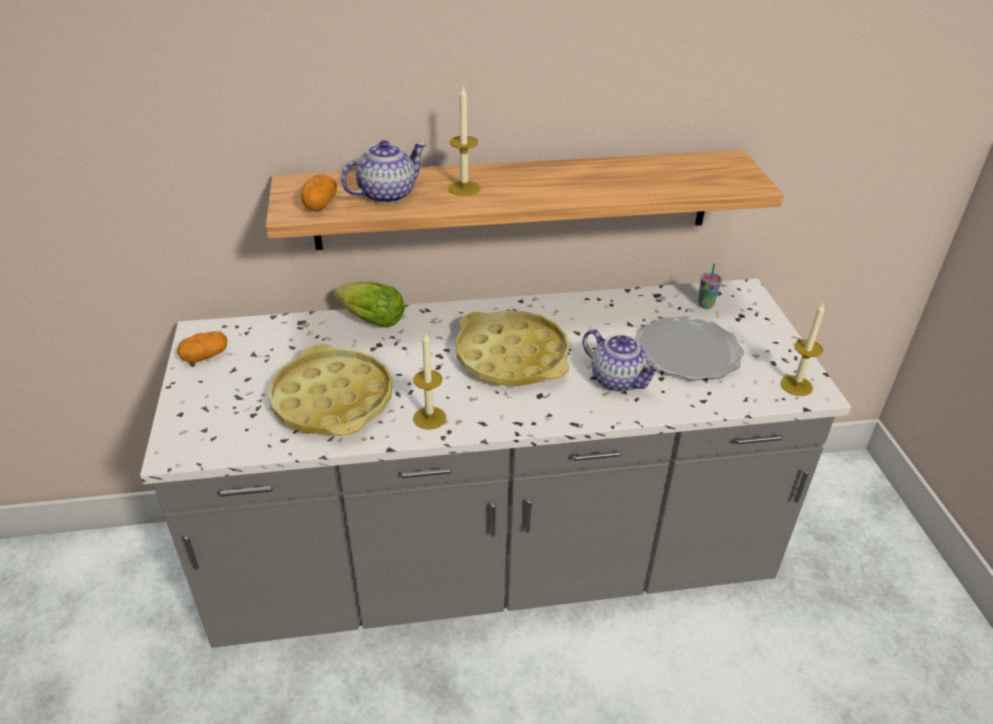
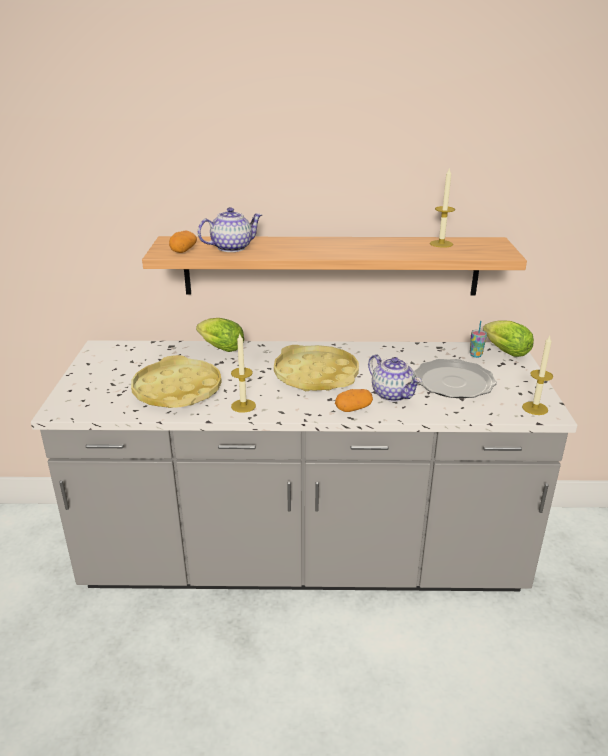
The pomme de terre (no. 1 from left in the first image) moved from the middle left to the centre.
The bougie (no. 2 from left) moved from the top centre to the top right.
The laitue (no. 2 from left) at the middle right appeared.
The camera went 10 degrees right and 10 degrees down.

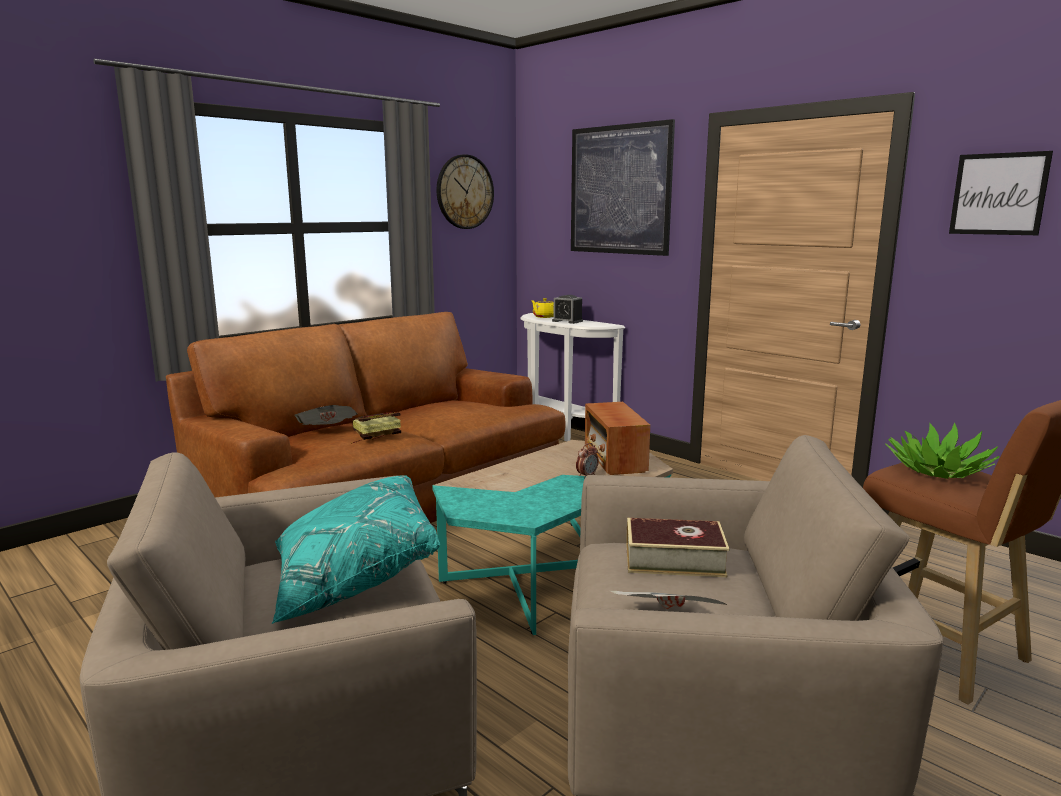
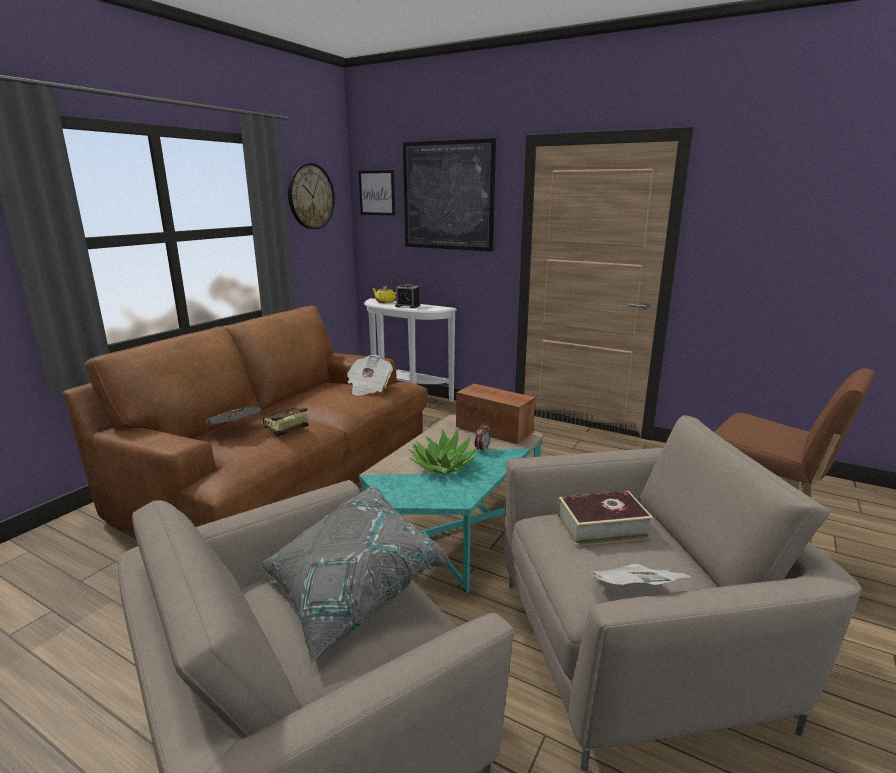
The coussin [turquoise] at the bottom centre became the coussin [gris] at the bottom centre.
The radio at the centre turned 150 degrees clockwise.
The plante en pot moved from the middle right to the centre.
The tableau (no. 2 from left in the first image) moved from the top right to the top centre.
The journal (no. 2 from left) at the centre appeared.
The camera went 15 degrees left and 5 degrees up.

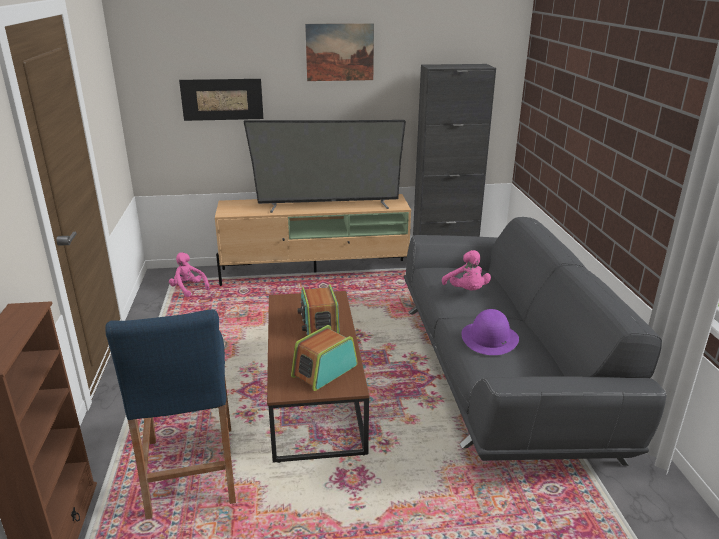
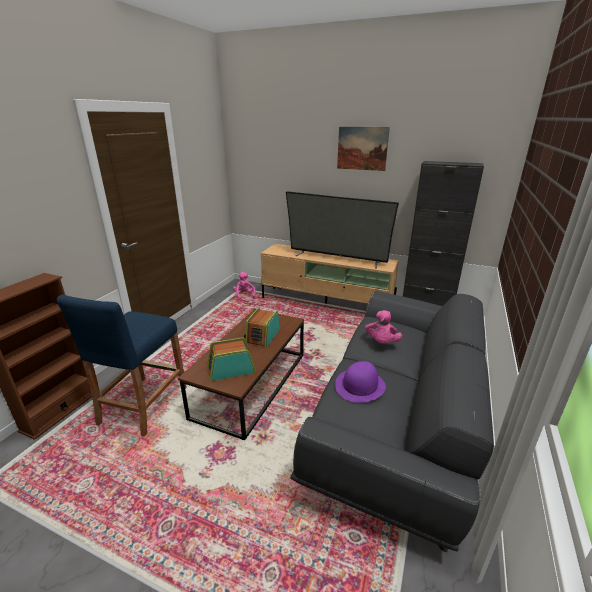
The tableau (no. 1 from left) at the top left disappeared.
The camera went 30 degrees right and 0 degrees up.

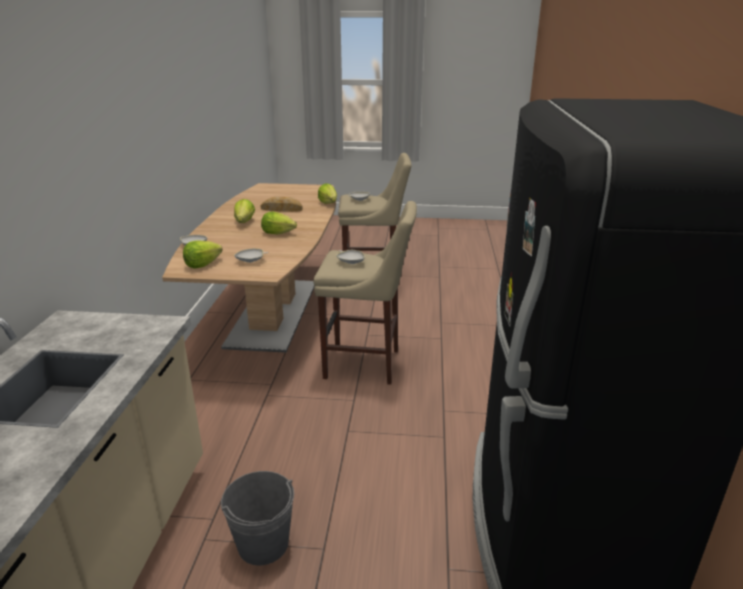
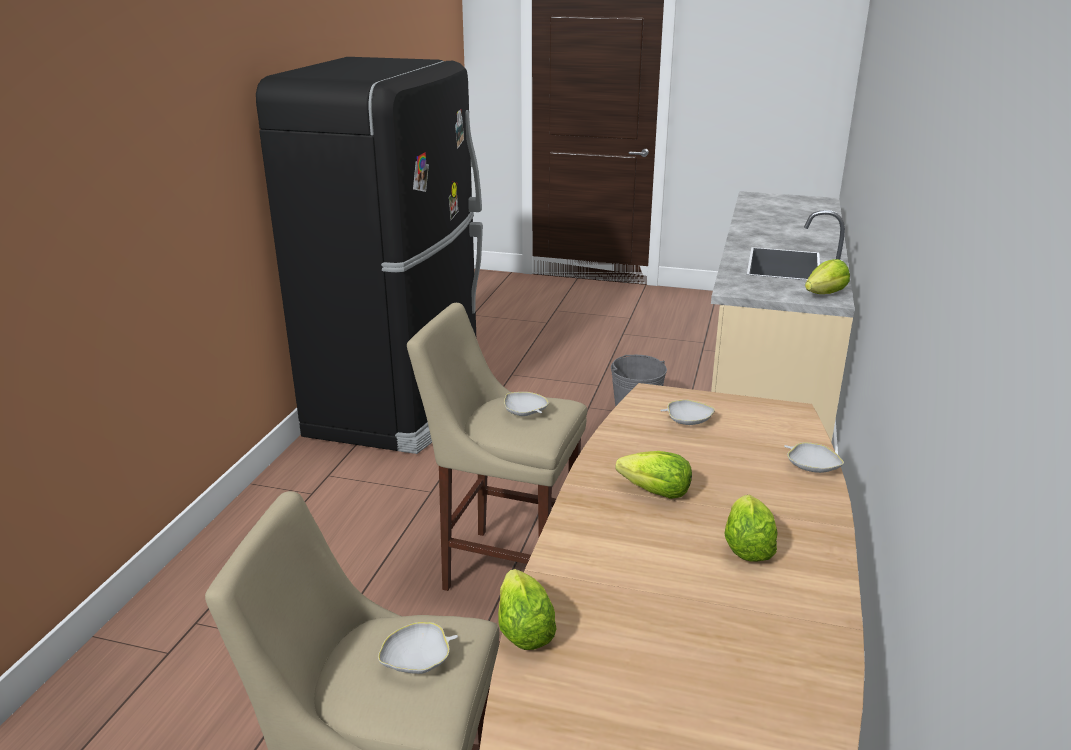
The laitue (no. 1 from left in the first image) moved from the middle left to the middle right.
The pain at the centre disappeared.
The camera went 170 degrees left and 0 degrees up.

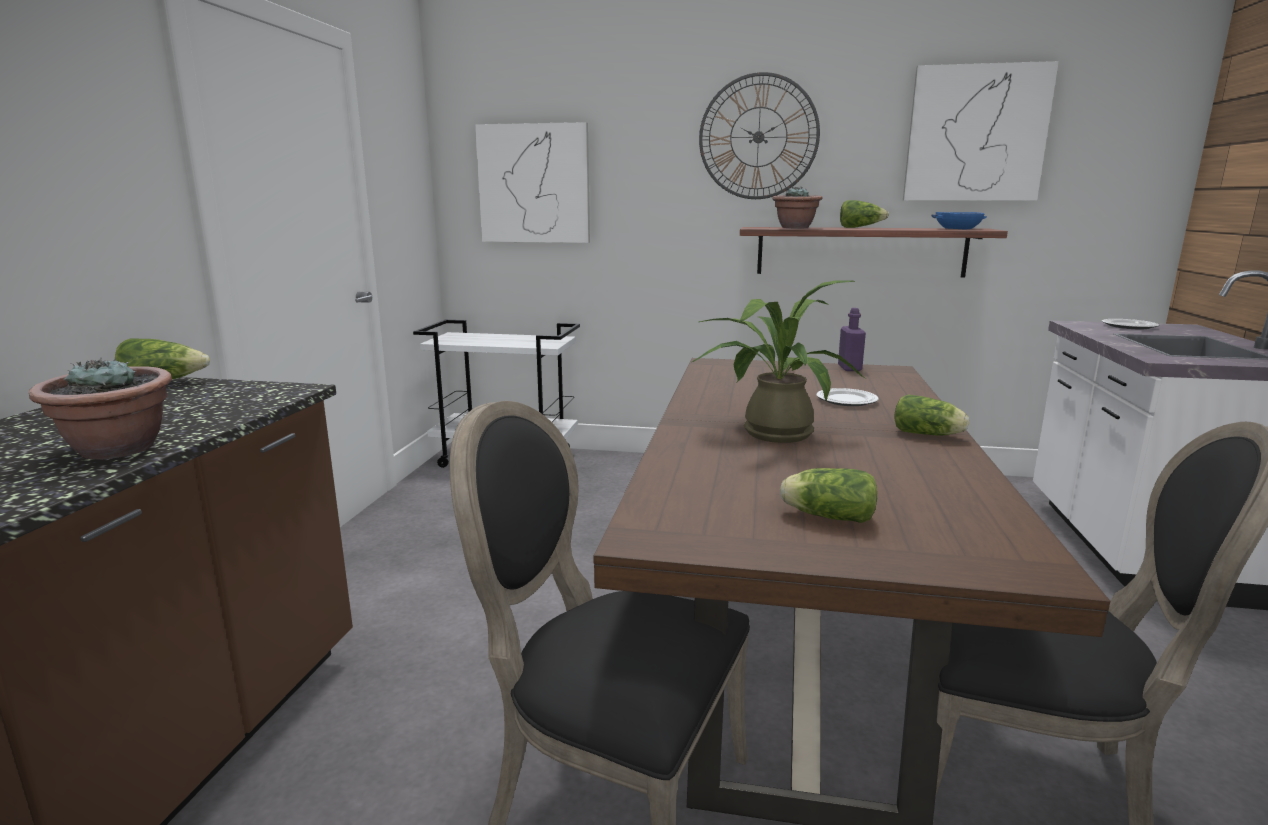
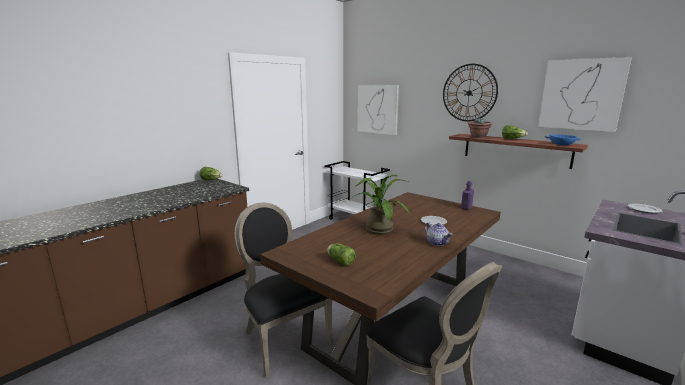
The plante en pot (no. 1 from left) at the middle left disappeared.
The laitue (no. 4 from left) at the middle right was replaced by the théière at the centre.
The camera went 30 degrees right and 0 degrees up.

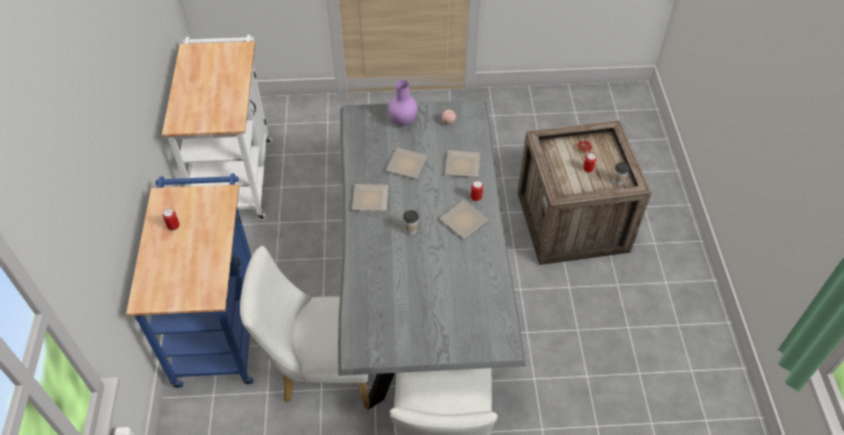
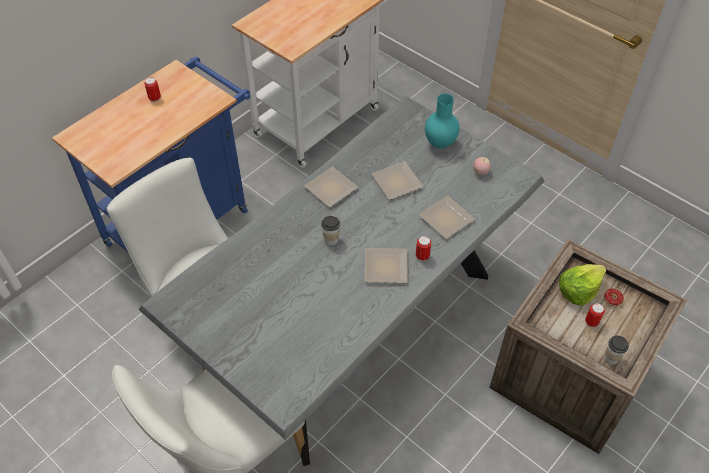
The vase [violet] at the top centre became the vase [turquoise] at the top centre.
The laitue at the middle right appeared.
The camera went 45 degrees right and 0 degrees up.

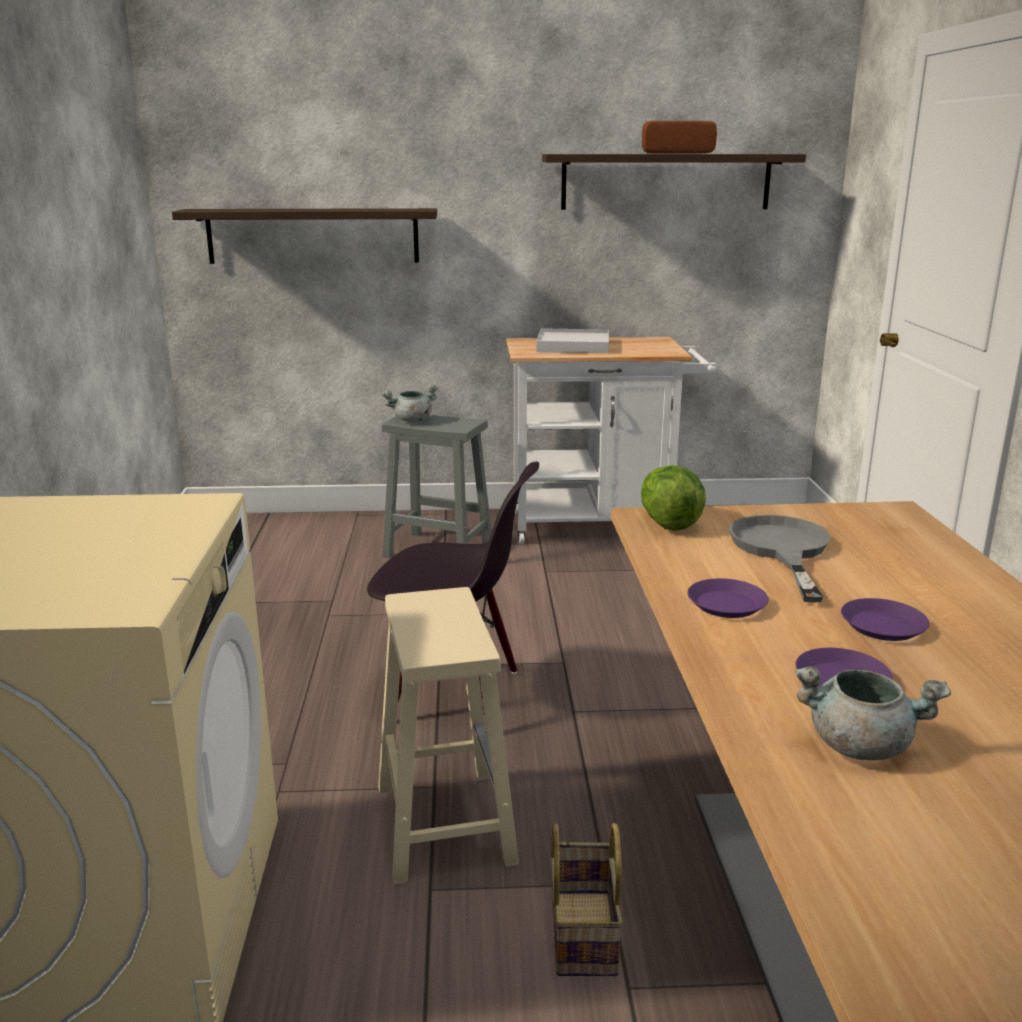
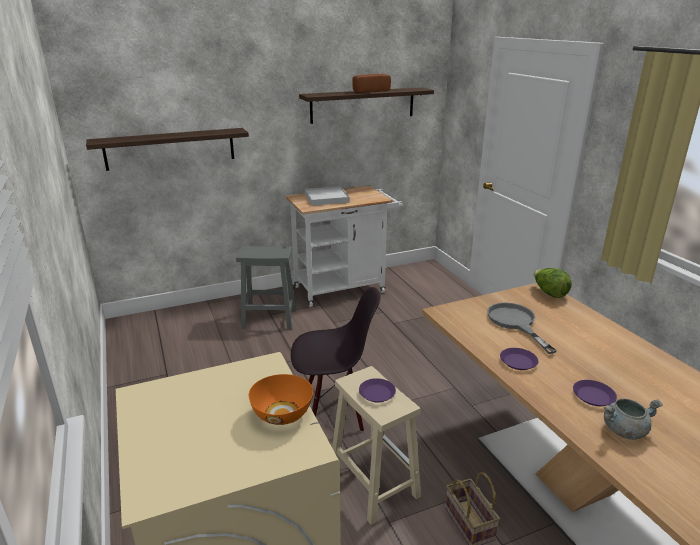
The marmite [gris] (no. 1 from left) at the centre disappeared.
The laitue moved from the centre to the middle right.
The assiette [violet] (no. 3 from left in the first image) moved from the middle right to the bottom centre.
The bol [orange] at the bottom centre appeared.
The camera went 20 degrees left and 5 degrees up.

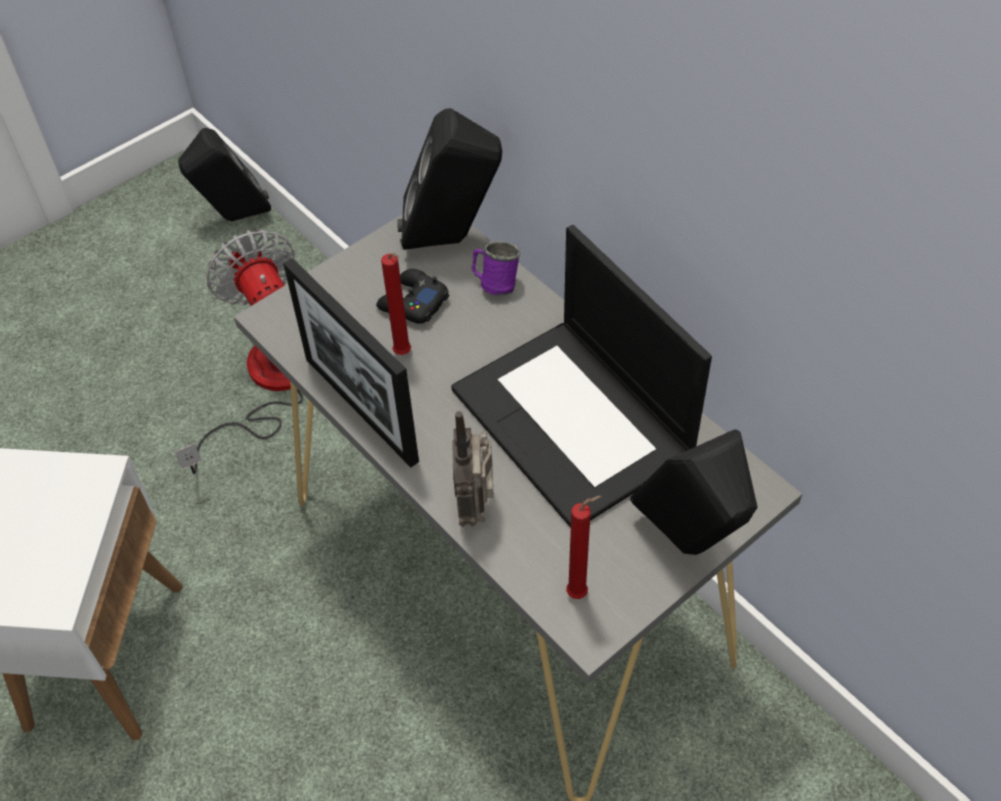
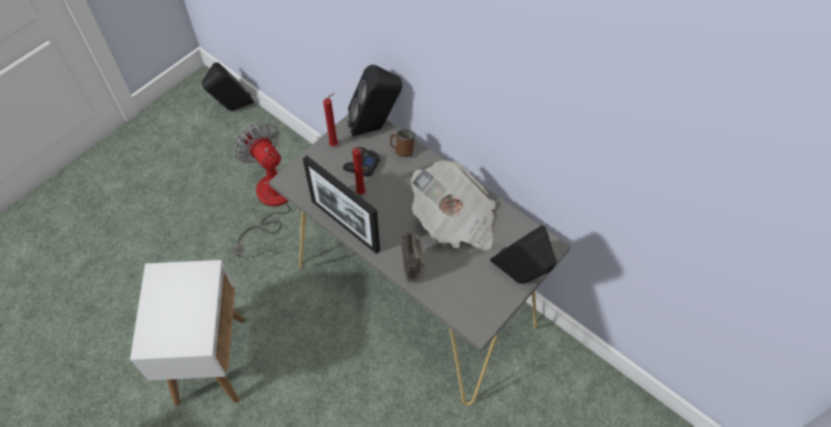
The ordinateur portable at the centre was replaced by the journal at the centre.
The mug [violet] at the centre became the mug [marron] at the centre.
The bougie [rouge] (no. 2 from left in the first image) moved from the bottom centre to the top centre.
The camera went 10 degrees left and 5 degrees up.

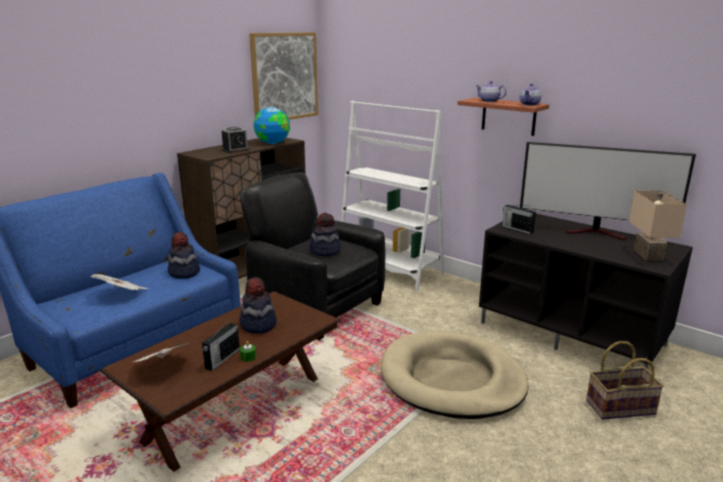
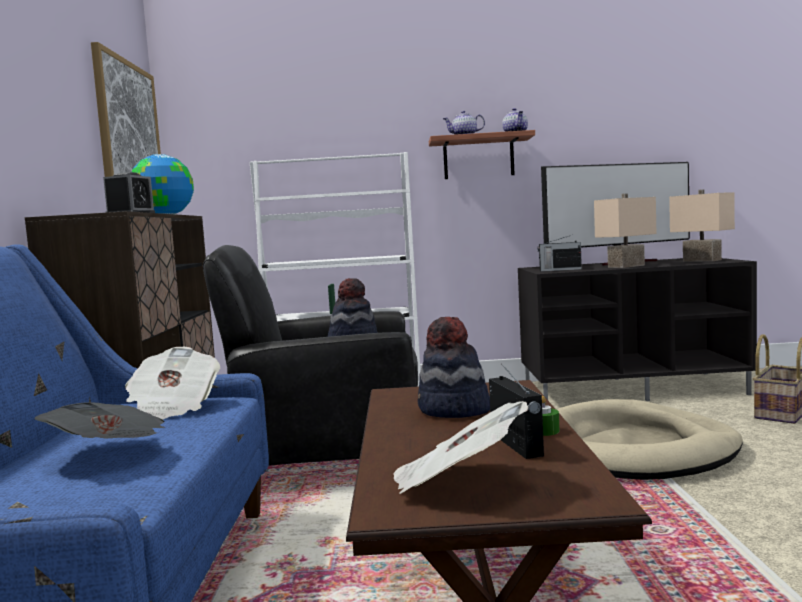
The chapeau (no. 1 from left) at the middle left was replaced by the journal (no. 2 from left) at the middle left.
The lampe de table [beige] (no. 1 from left) at the middle right appeared.
The camera went 40 degrees left and 15 degrees down.

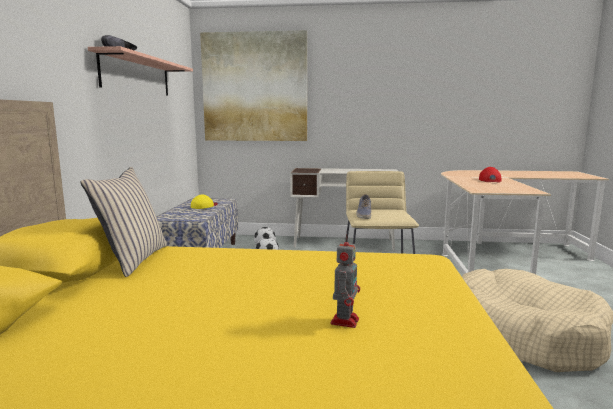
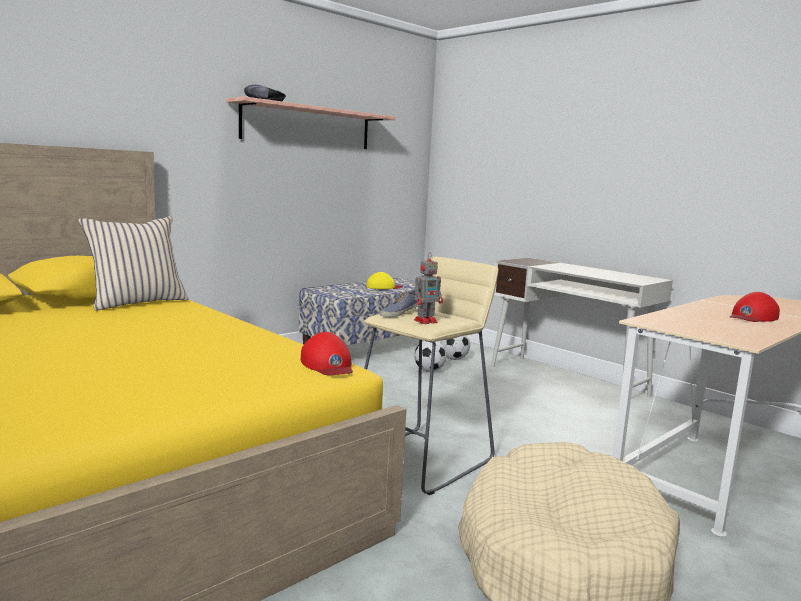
The tableau at the top centre disappeared.
The robot jouet moved from the bottom centre to the centre.
The casquette [rouge] (no. 1 from left) at the centre appeared.
The camera went 40 degrees right and 0 degrees up.

